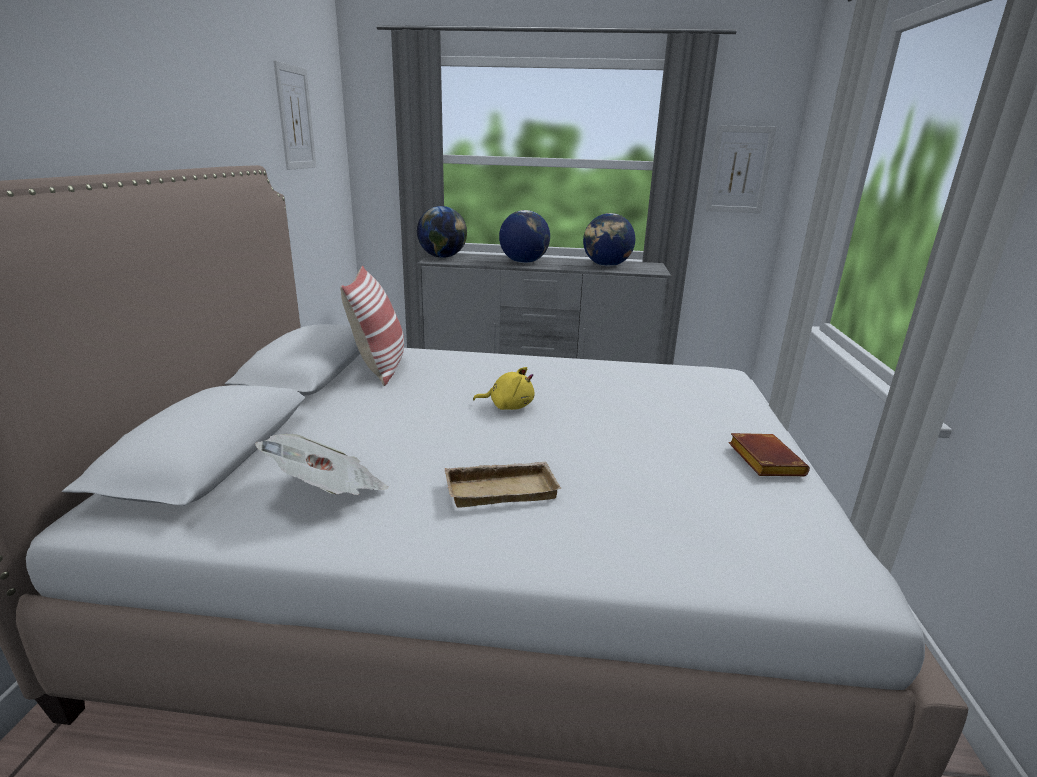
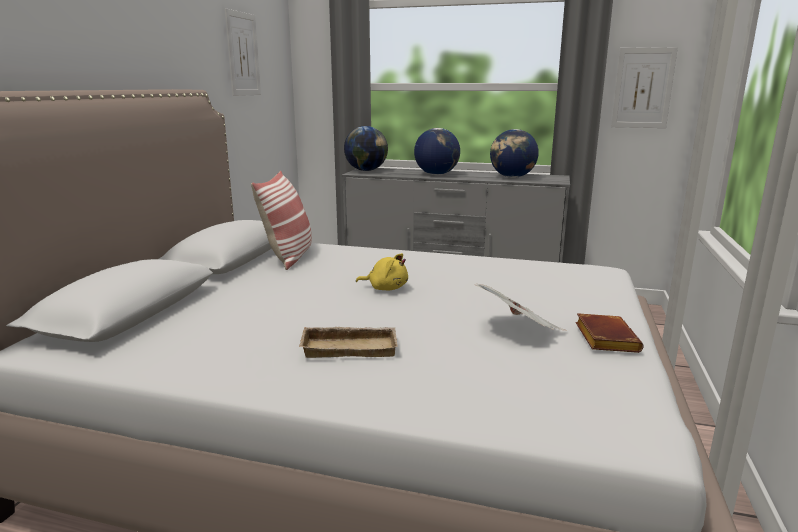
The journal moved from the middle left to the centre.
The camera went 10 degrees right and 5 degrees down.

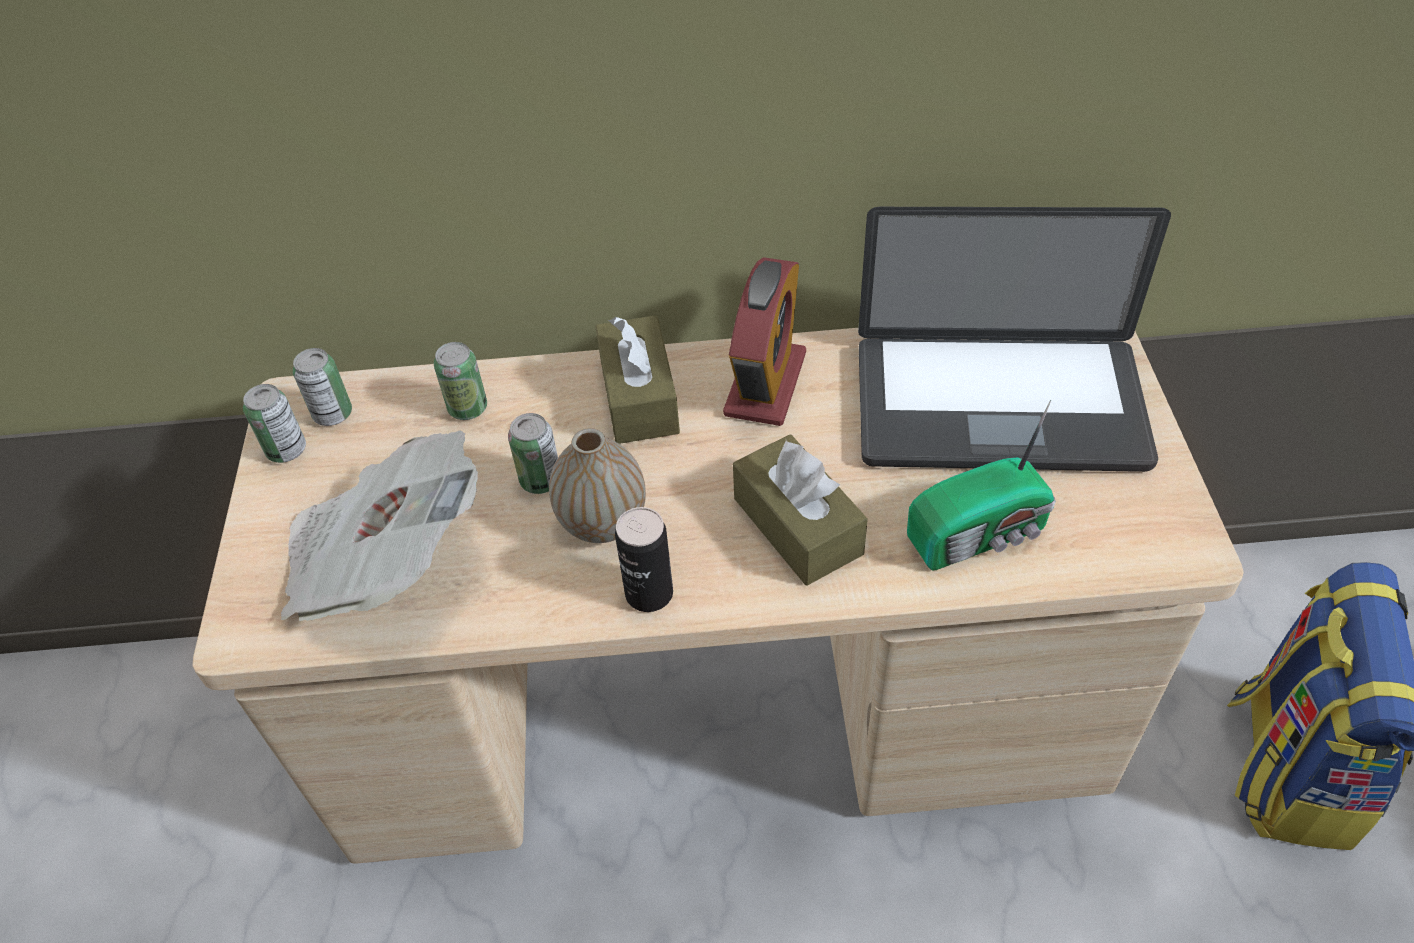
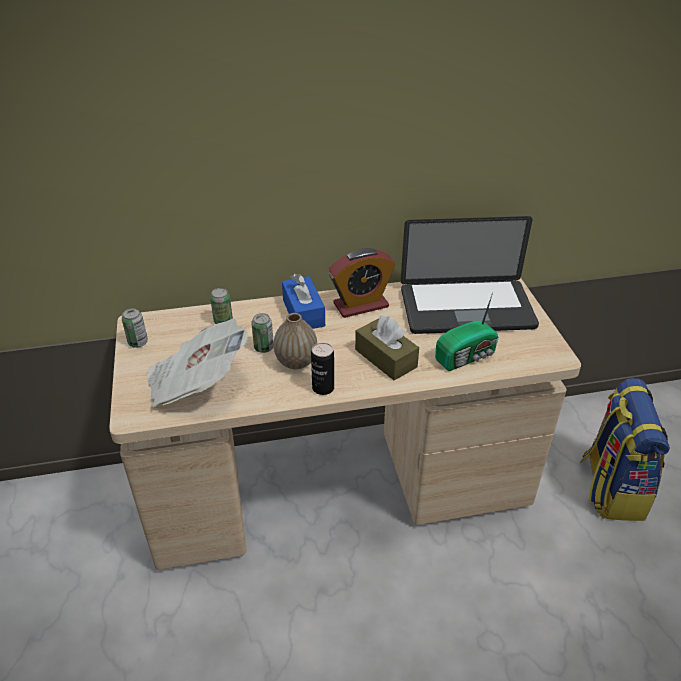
The boîte métallique (no. 2 from left) at the middle left disappeared.
The boîte à mouchoirs [marron] (no. 1 from left) at the centre became the boîte à mouchoirs [bleu] at the centre.
The réveil at the centre turned 60 degrees clockwise.
The camera went 10 degrees left and 10 degrees down.

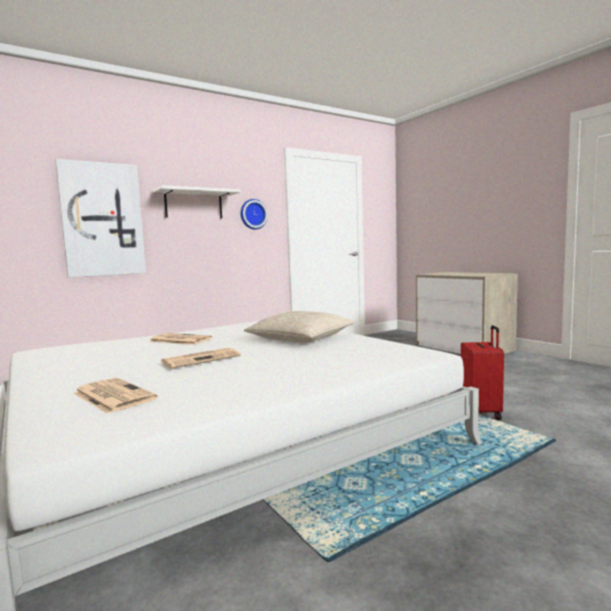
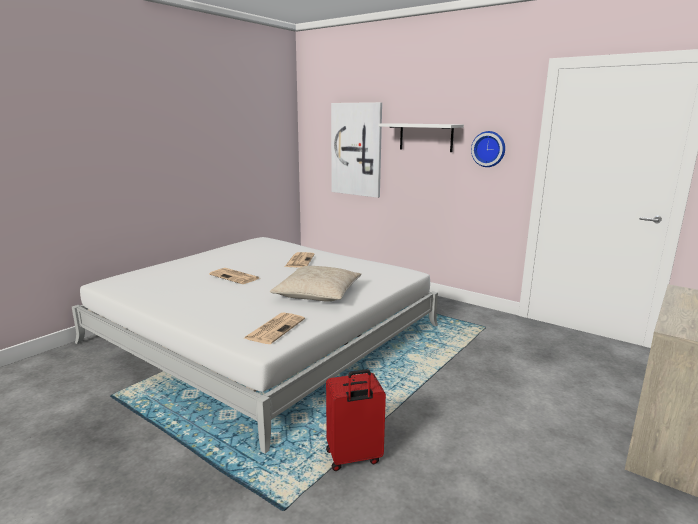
The journal (no. 1 from left in the first image) moved from the middle left to the centre.
The camera went 70 degrees right and 10 degrees up.

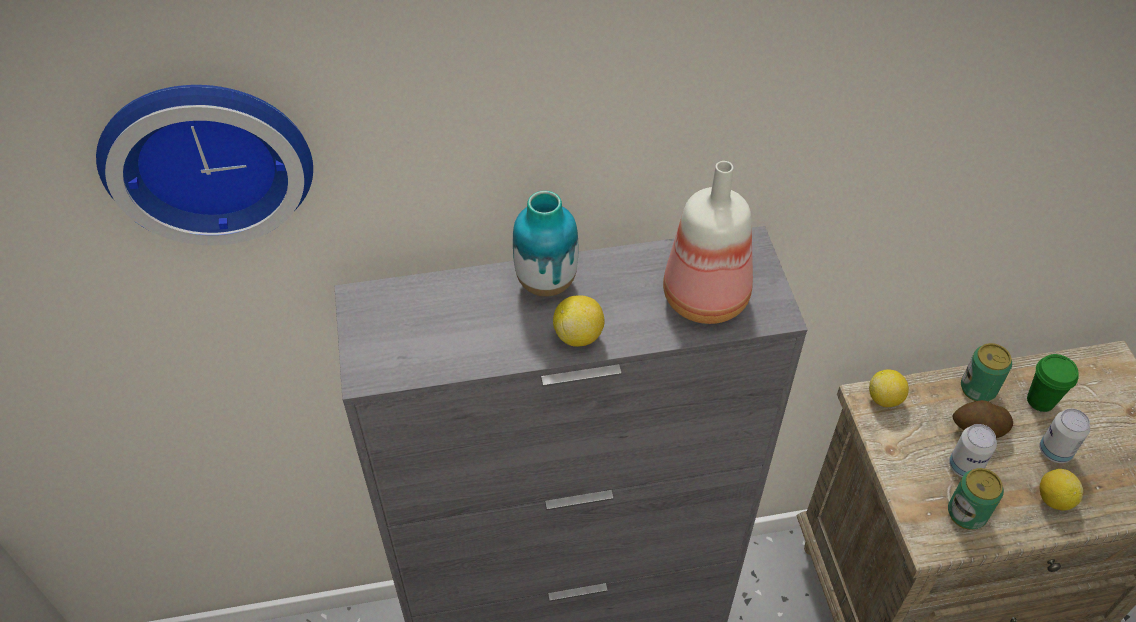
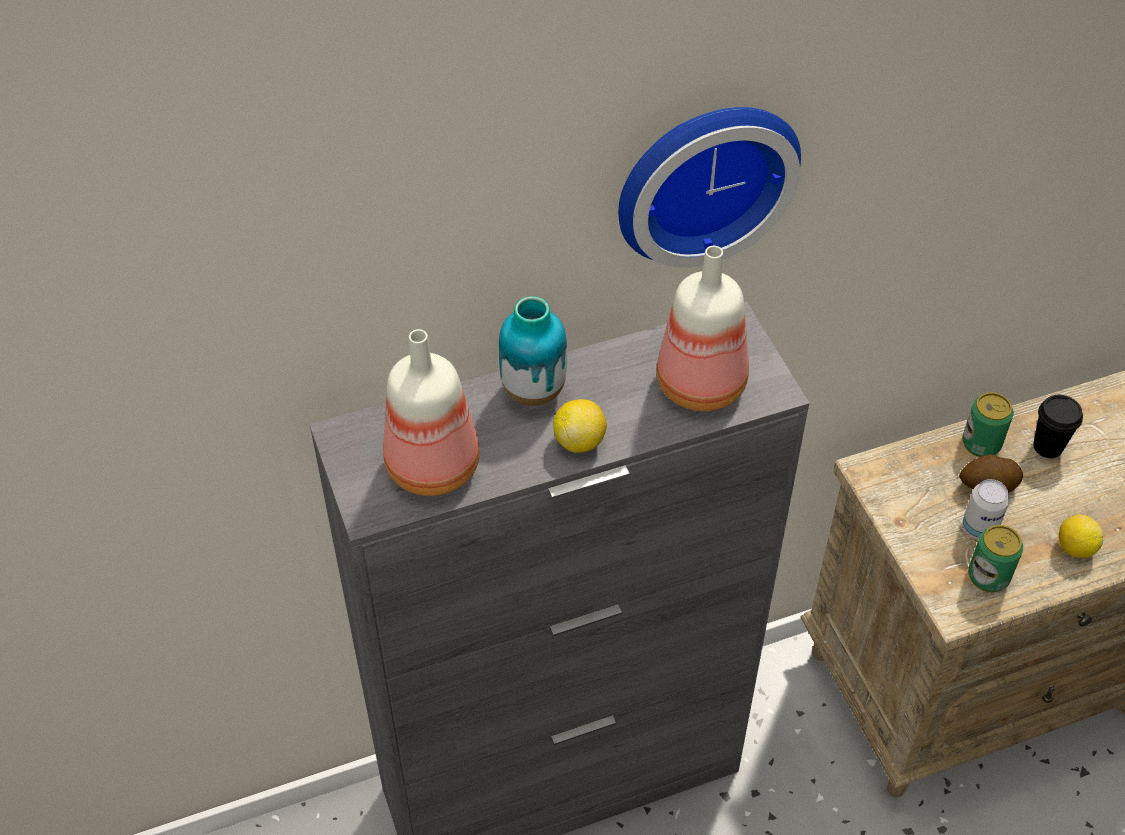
The horloge murale moved from the top left to the top centre.
The citron (no. 2 from left) at the middle right disappeared.
The tasse [vert] at the middle right became the tasse [noir] at the middle right.
The boîte métallique (no. 4 from left) at the bottom right disappeared.
The bouteille (no. 1 from left) at the centre appeared.
The camera went 10 degrees left and 0 degrees up.

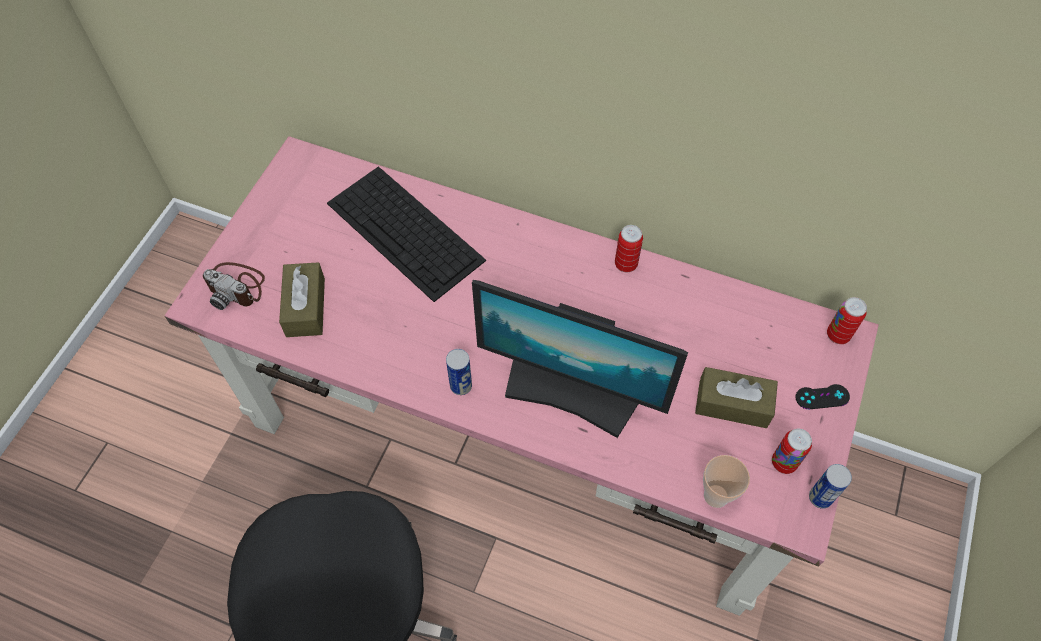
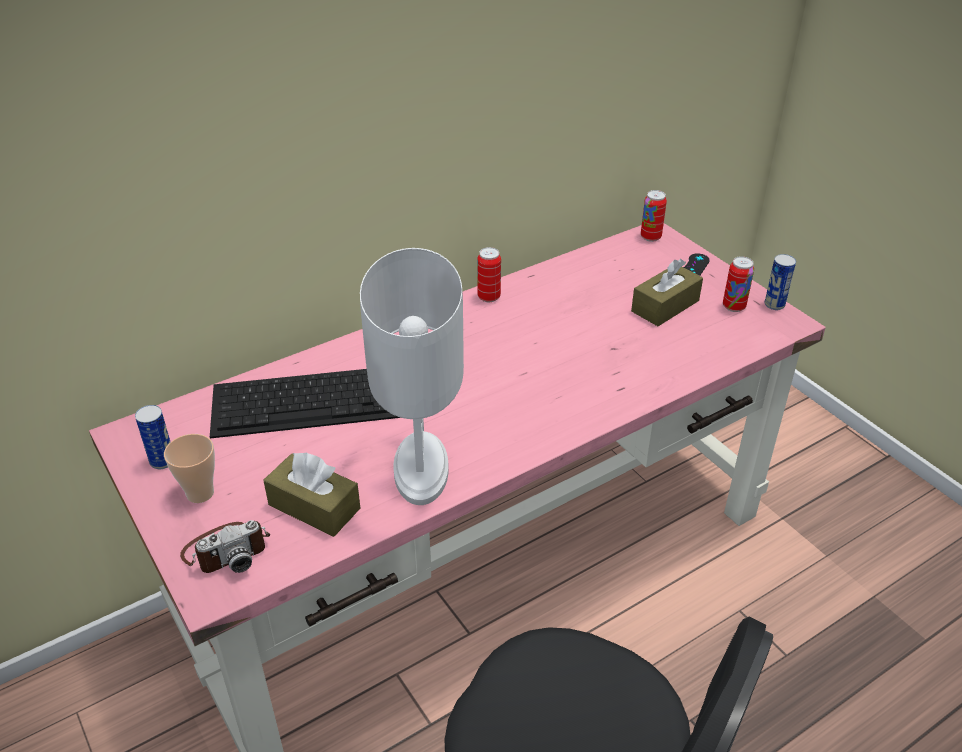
The boîte métallique (no. 1 from left) moved from the centre to the middle left.
The écran d'ordinateur at the centre disappeared.
The tasse moved from the bottom right to the middle left.
The lampe de table [blanc] at the centre appeared.
The camera went 55 degrees left and 20 degrees down.

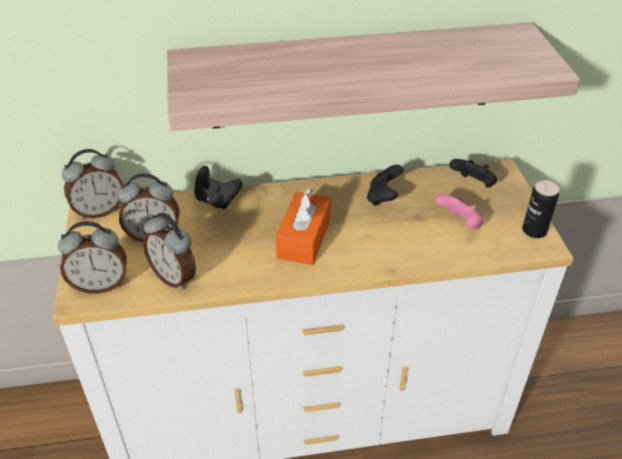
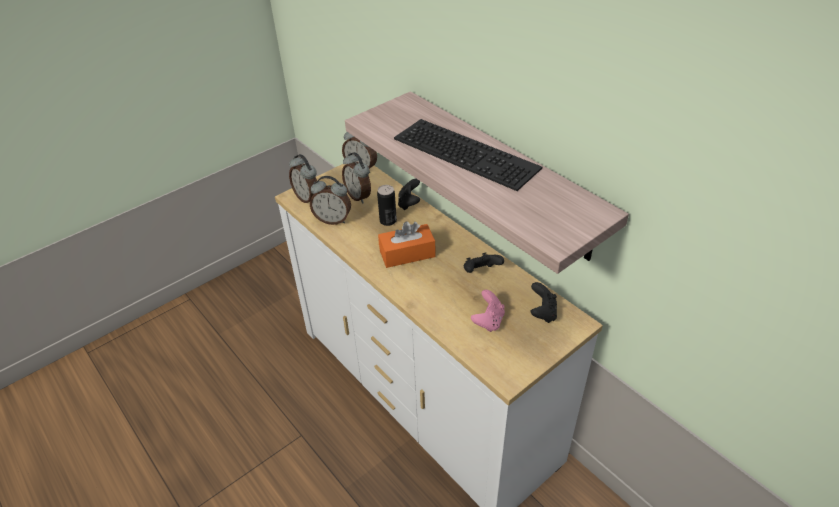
The réveil (no. 4 from left in the first image) at the middle left turned 90 degrees counterclockwise.
The boîte métallique moved from the middle right to the centre.
The clavier at the top centre appeared.
The camera went 60 degrees right and 0 degrees up.

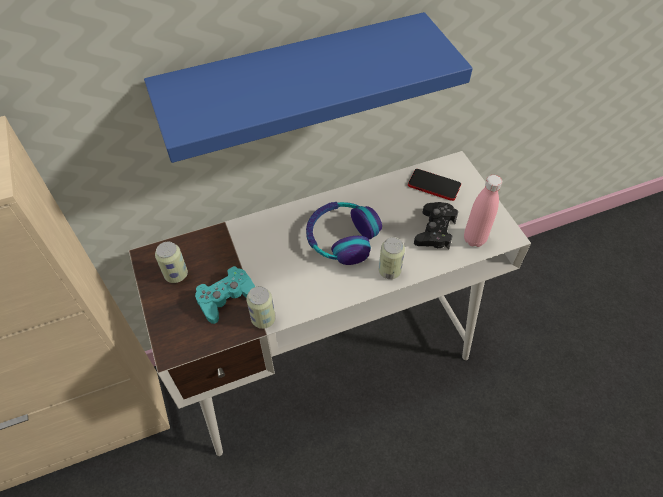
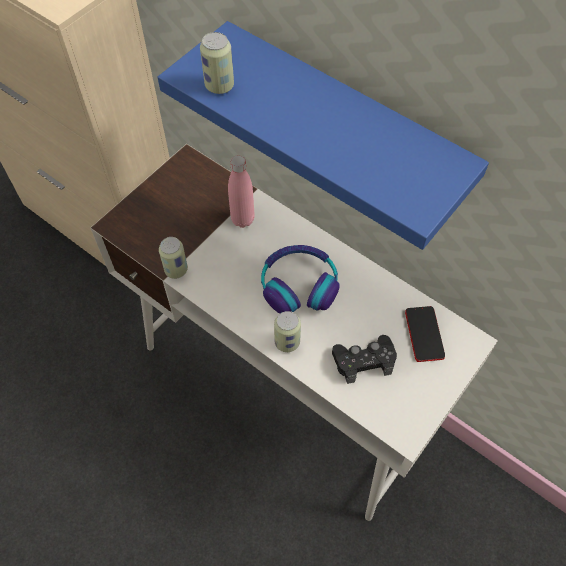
The boîte métallique (no. 1 from left in the first image) moved from the middle left to the top centre.
The manette [turquoise] at the centre disappeared.
The bouteille [rose] moved from the middle right to the centre.
The camera went 60 degrees right and 5 degrees up.

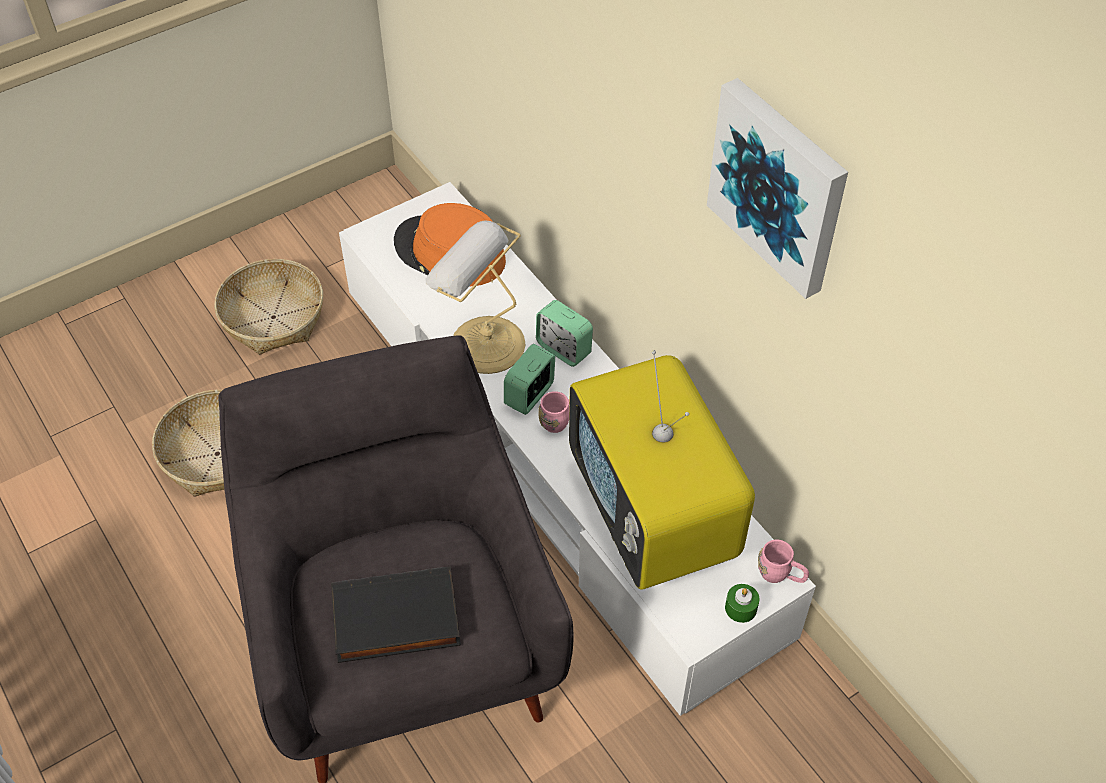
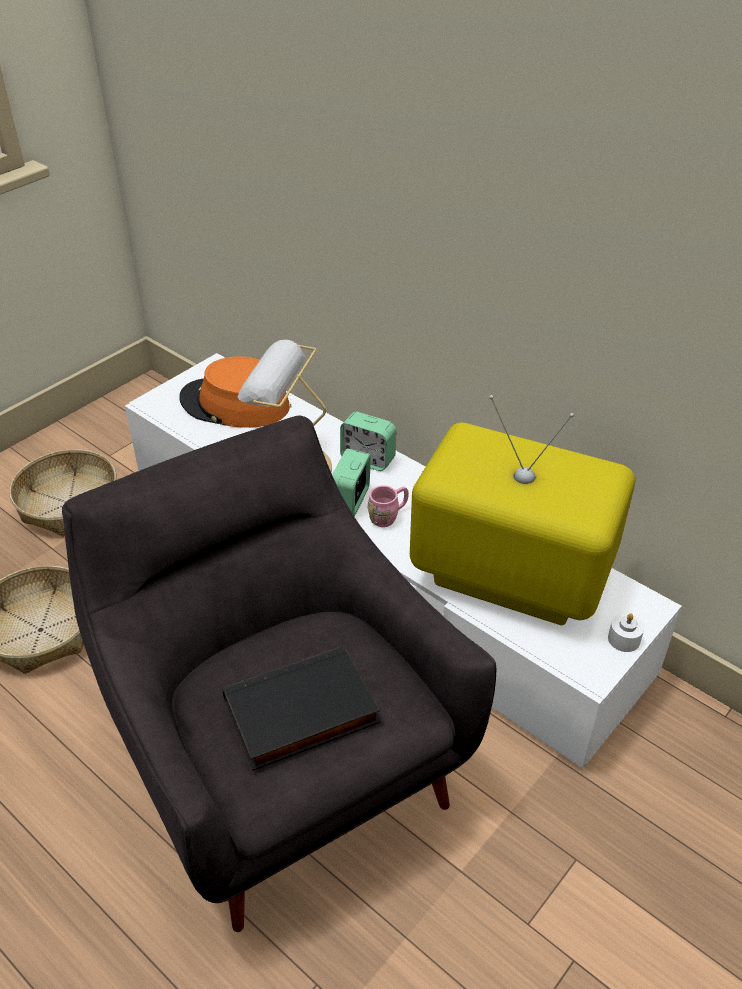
The téléviseur at the centre turned 150 degrees clockwise.
The tableau at the top right disappeared.
The bougie [vert] at the bottom right became the bougie [blanc] at the middle right.
The mug [rose] (no. 2 from left) at the bottom right disappeared.
The camera went 15 degrees left and 10 degrees down.

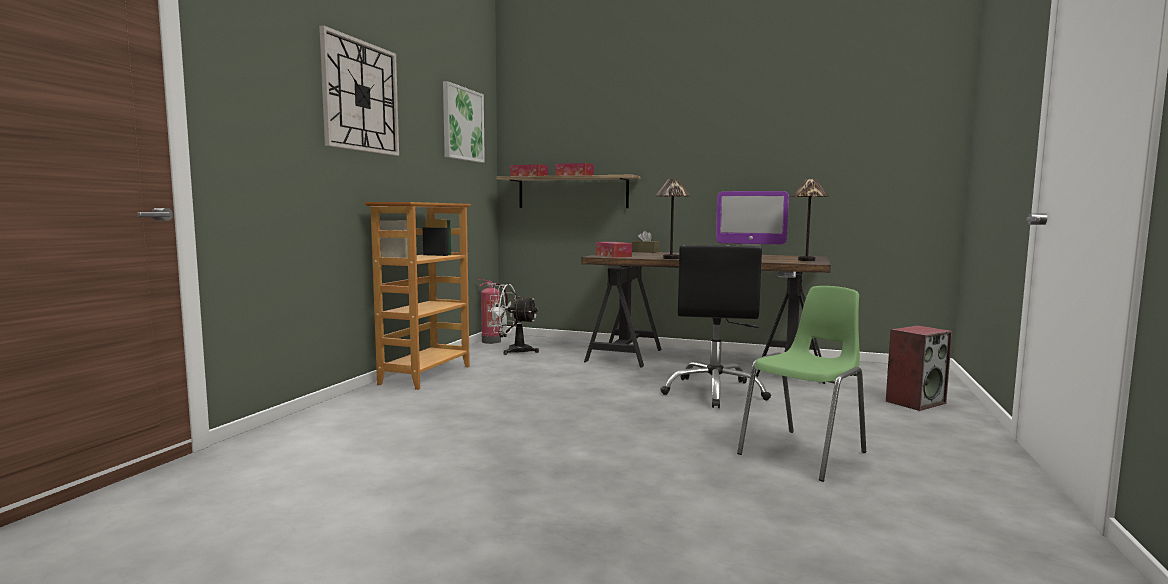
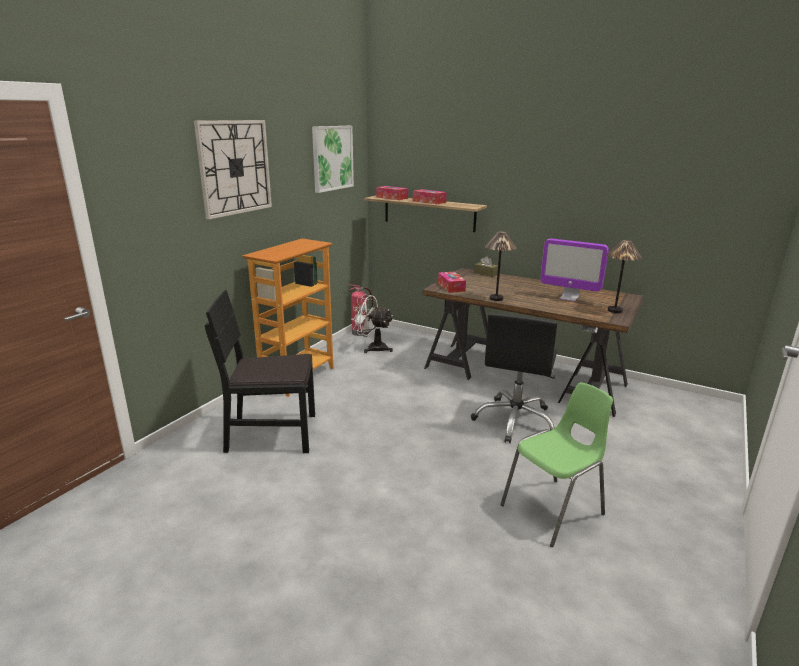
The enceinte at the middle right disappeared.
The chaise [noir] at the middle left appeared.
The camera went 10 degrees right and 15 degrees up.

